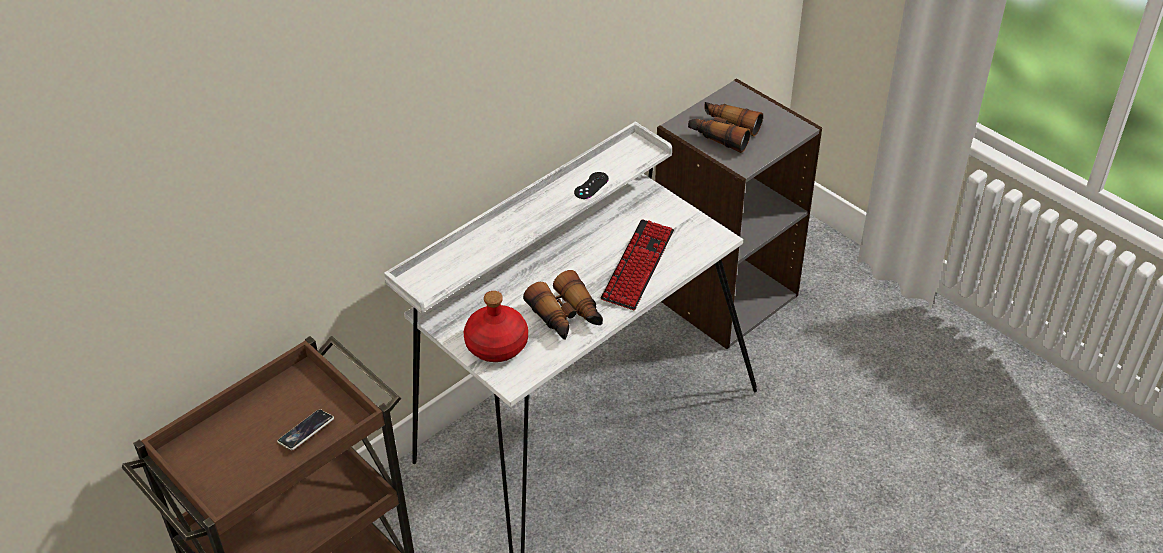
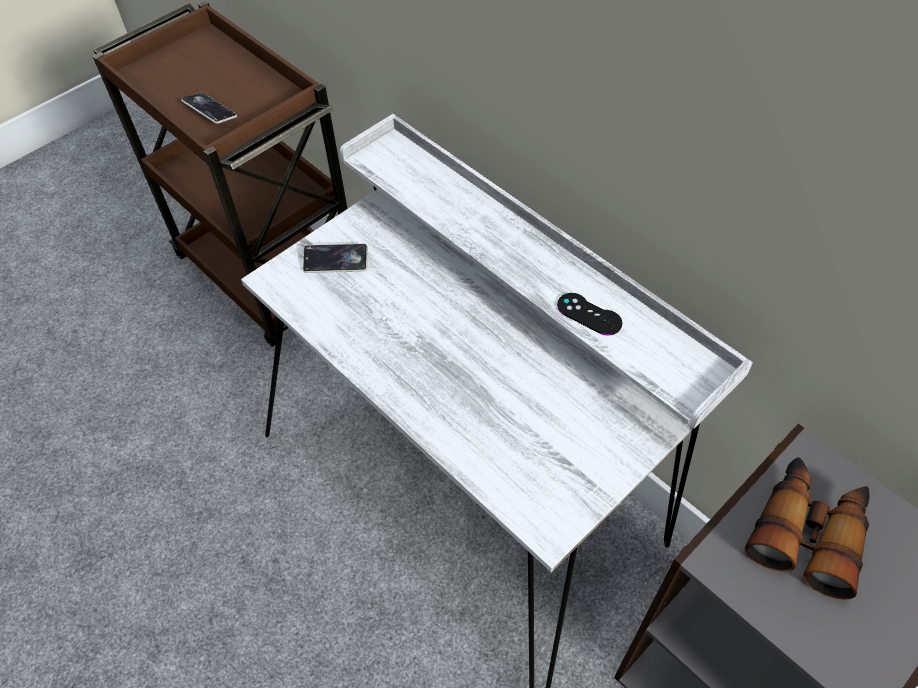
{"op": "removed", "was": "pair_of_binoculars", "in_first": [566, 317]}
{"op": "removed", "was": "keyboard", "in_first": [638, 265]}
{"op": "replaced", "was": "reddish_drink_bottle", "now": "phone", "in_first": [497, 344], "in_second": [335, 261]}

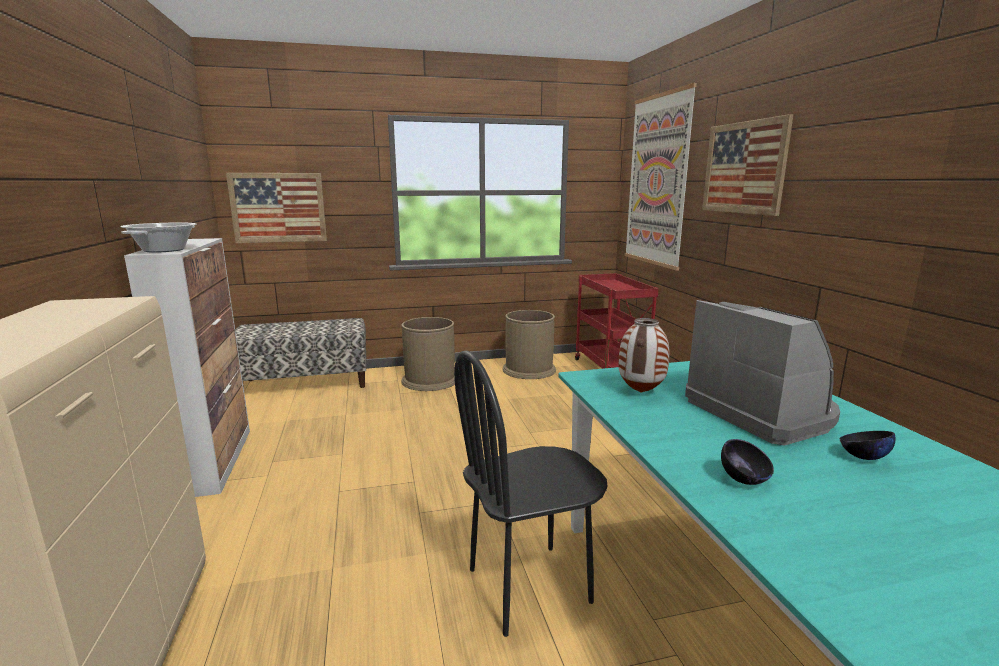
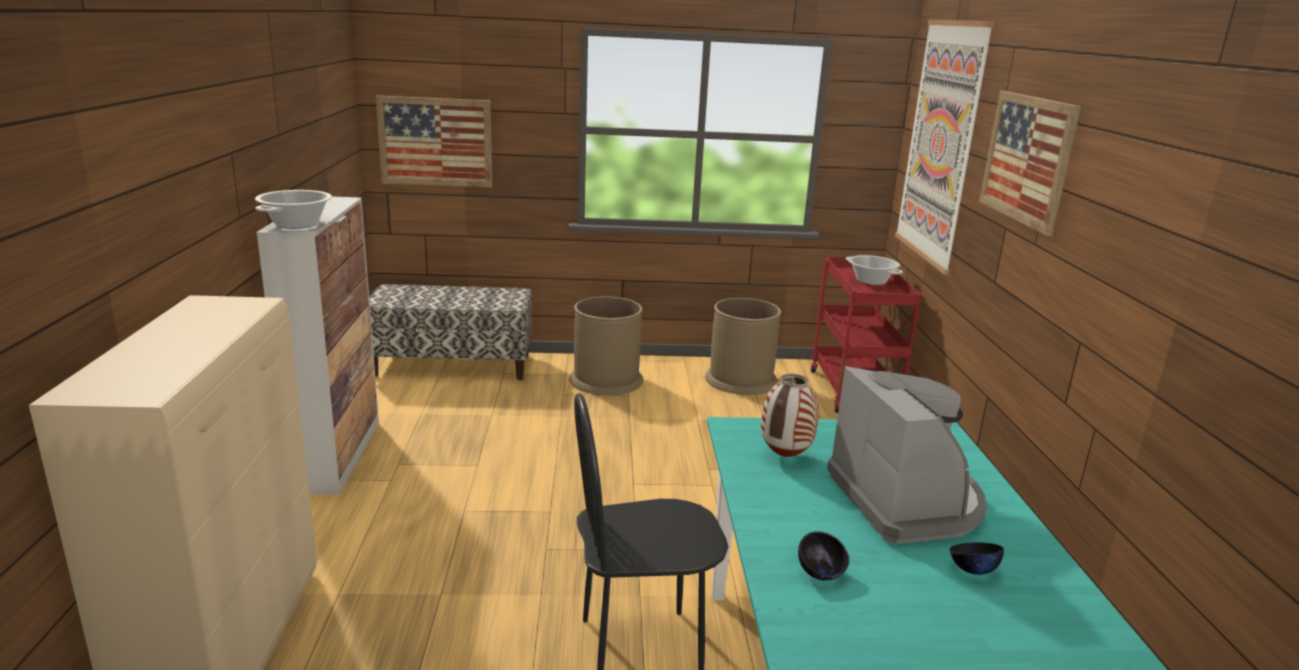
{"op": "added", "now": "cooking_pot", "in_second": [871, 281]}

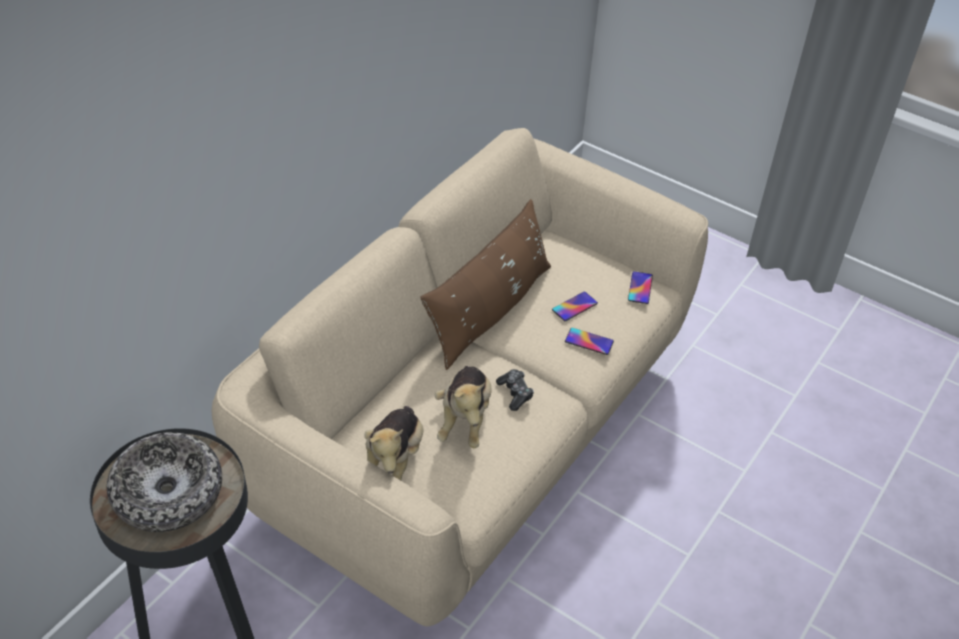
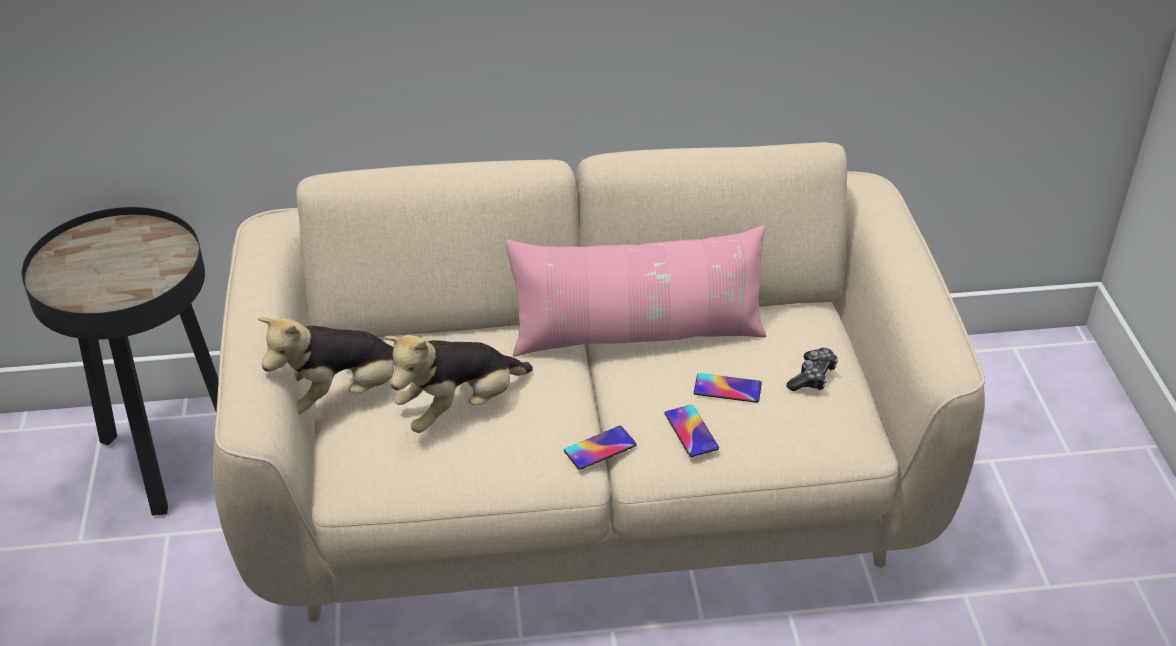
{"op": "removed", "was": "bowl", "in_first": [168, 492]}
{"op": "moved", "was": "game_controller", "in_first": [515, 393], "in_second": [812, 377]}
{"op": "moved", "was": "phone", "in_first": [640, 288], "in_second": [600, 448]}
{"op": "recoloured", "was": "brown_pillow", "now": "pink-coloured_pillow", "in_first": [490, 311], "in_second": [637, 335]}

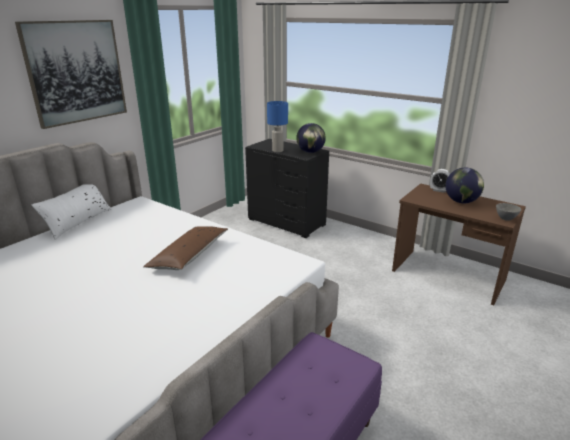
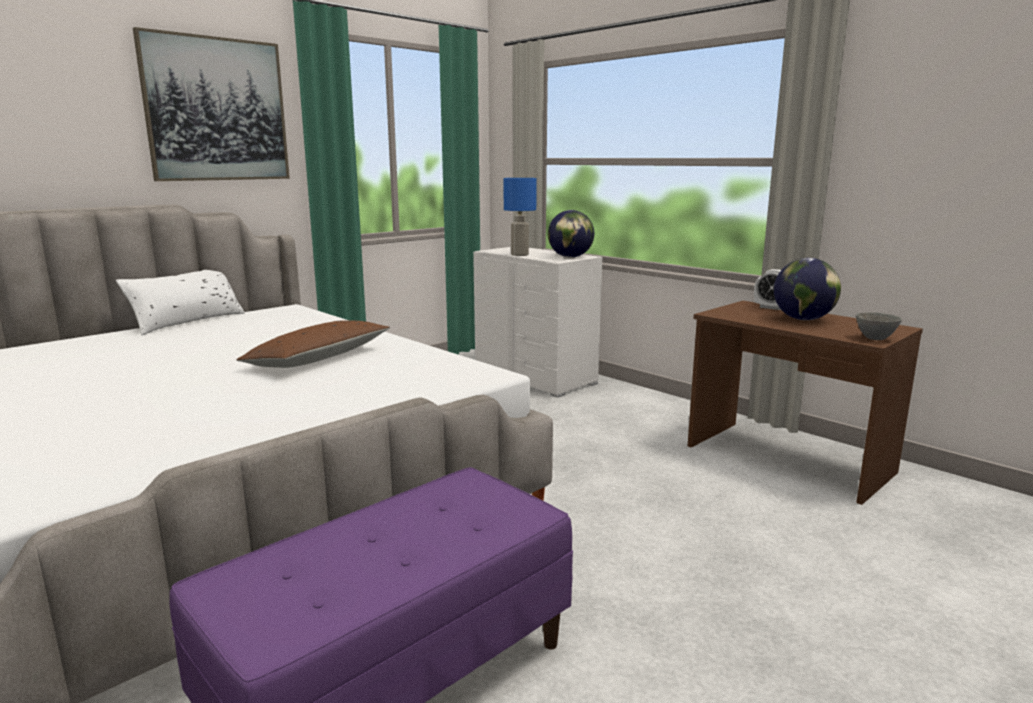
{"op": "recoloured", "was": "black_drawer_chest", "now": "white-coloured_drawer_chest", "in_first": [287, 222], "in_second": [536, 377]}

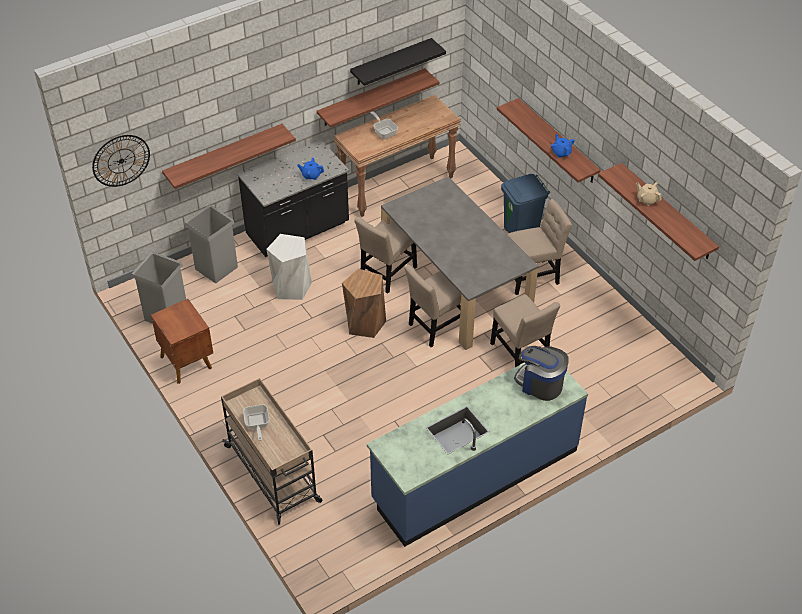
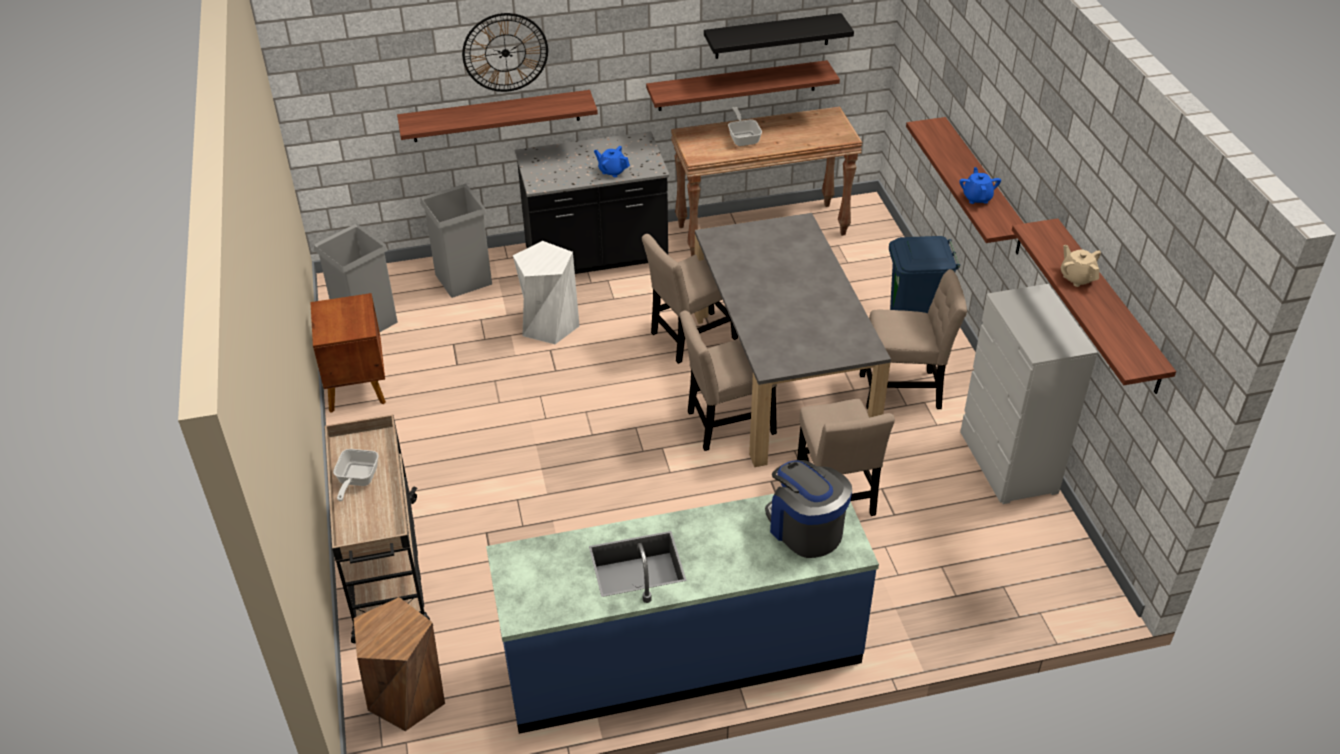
{"op": "added", "now": "white-coloured_drawer_chest", "in_second": [1008, 464]}
{"op": "moved", "was": "clock_on_the_wall", "in_first": [121, 160], "in_second": [505, 52]}
{"op": "moved", "was": "brown_stool_seat", "in_first": [365, 323], "in_second": [407, 696]}

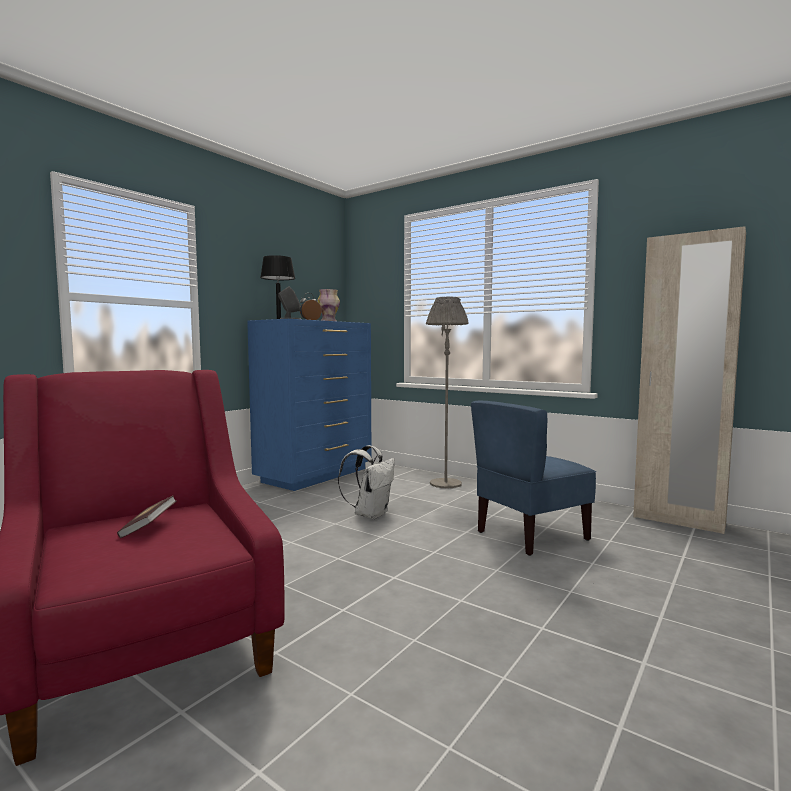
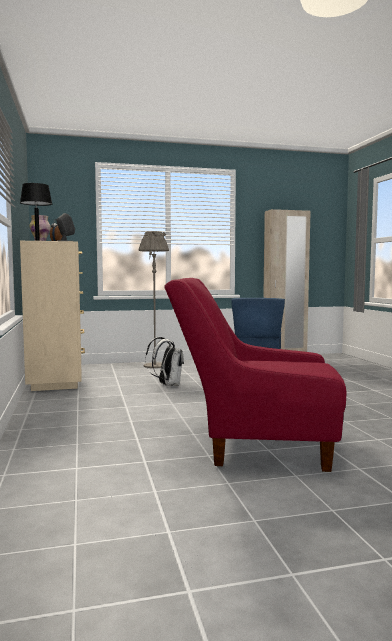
{"op": "removed", "was": "volume", "in_first": [148, 528]}
{"op": "recoloured", "was": "blue-coloured_drawer_chest", "now": "beige_drawer_chest", "in_first": [316, 475], "in_second": [57, 379]}

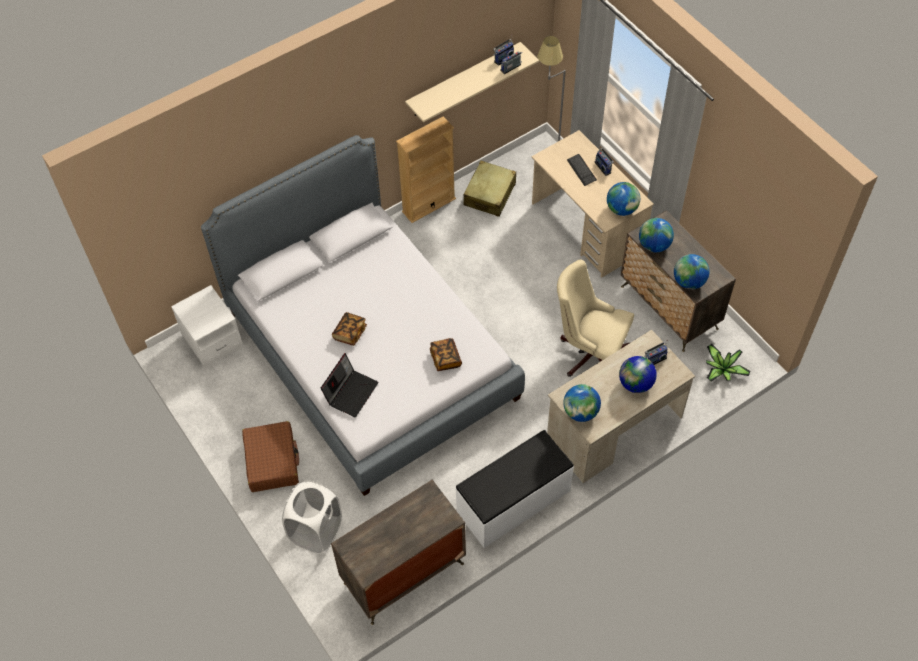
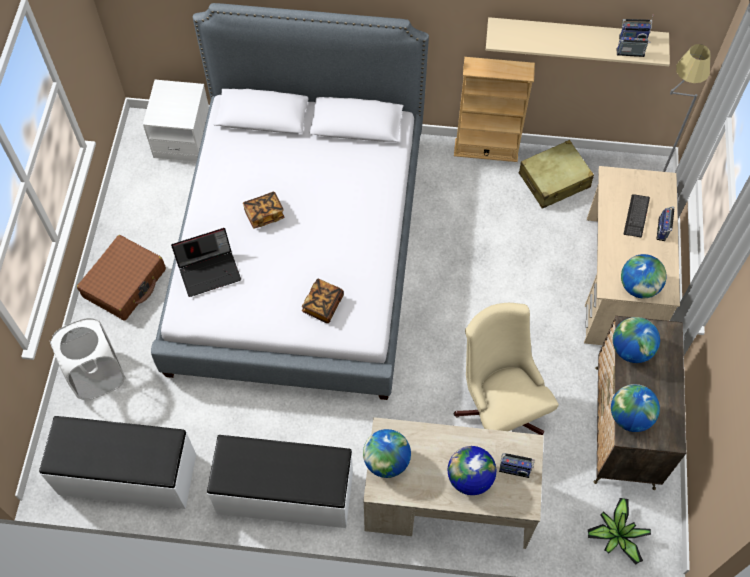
{"op": "replaced", "was": "drawer_chest", "now": "white-coloured_bench", "in_first": [402, 573], "in_second": [127, 475]}

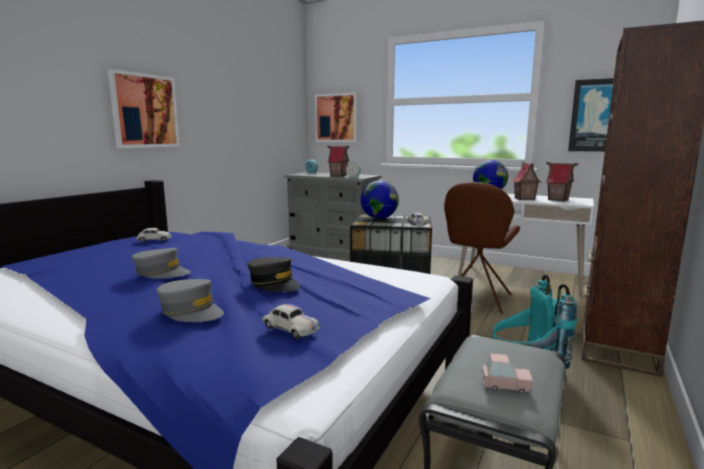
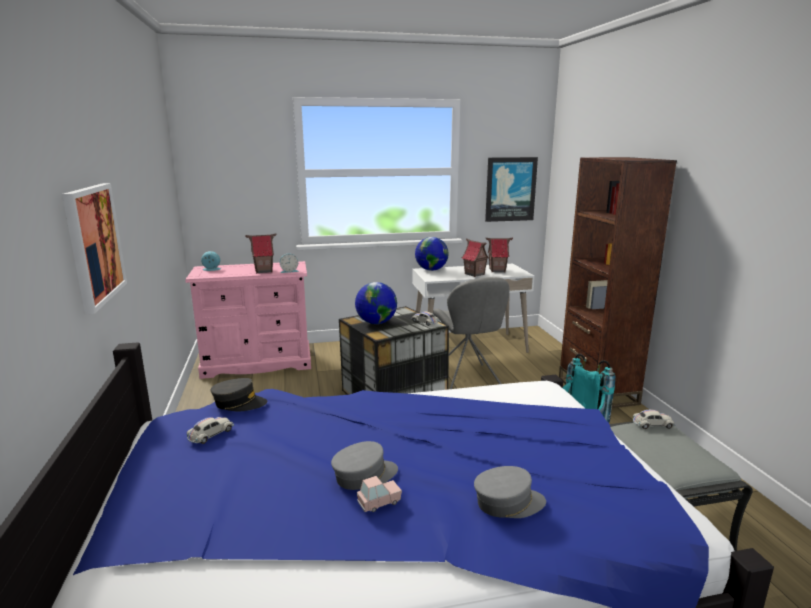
{"op": "removed", "was": "wall_picture", "in_first": [336, 118]}
{"op": "moved", "was": "gray_cap", "in_first": [274, 283], "in_second": [239, 403]}
{"op": "moved", "was": "white-coloured_miniature_car", "in_first": [290, 329], "in_second": [652, 424]}
{"op": "moved", "was": "pink-coloured_miniature_car", "in_first": [506, 386], "in_second": [379, 502]}
{"op": "recoloured", "was": "gray_drawer_chest", "now": "pink-coloured_drawer_chest", "in_first": [333, 253], "in_second": [258, 363]}
{"op": "recoloured", "was": "brown_plain_chair", "now": "gray_plain_chair", "in_first": [475, 300], "in_second": [467, 380]}

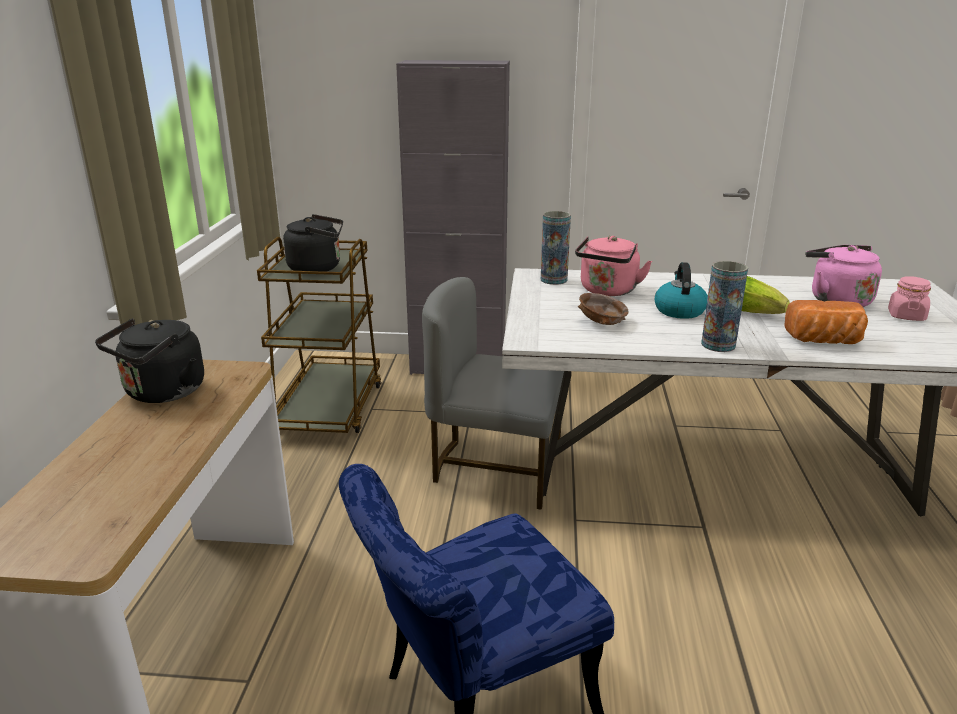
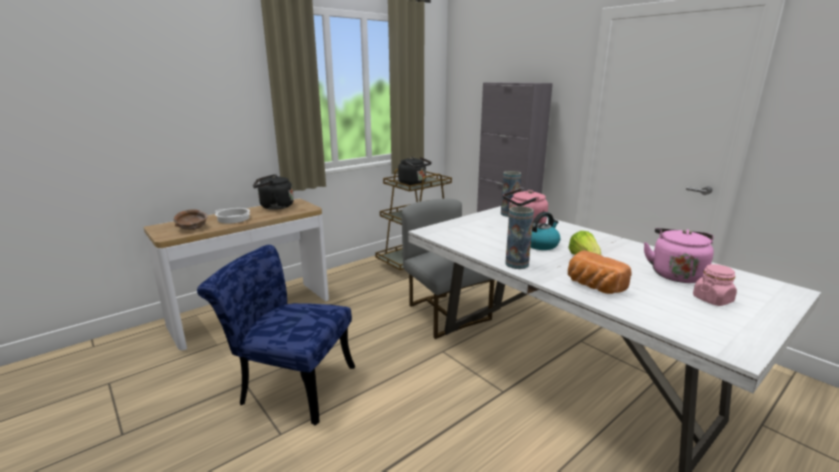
{"op": "added", "now": "cooking_pot", "in_second": [234, 219]}
{"op": "moved", "was": "brown_bowl", "in_first": [602, 322], "in_second": [192, 228]}

